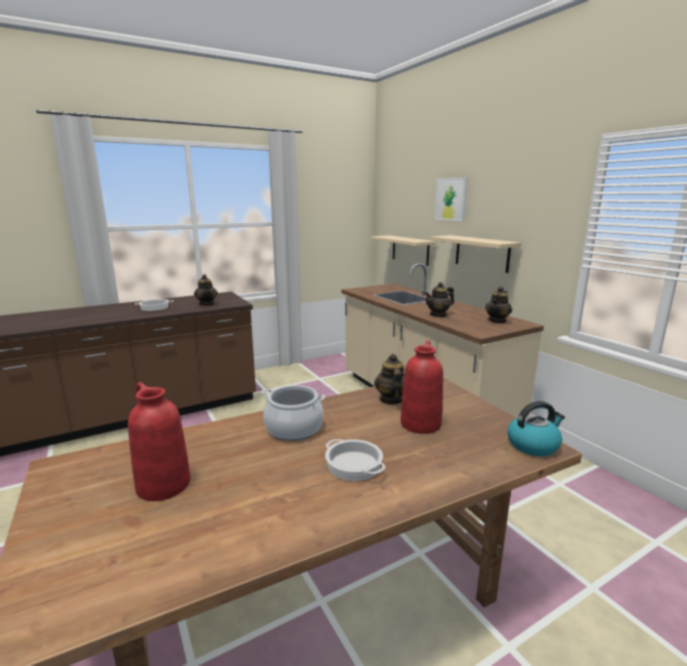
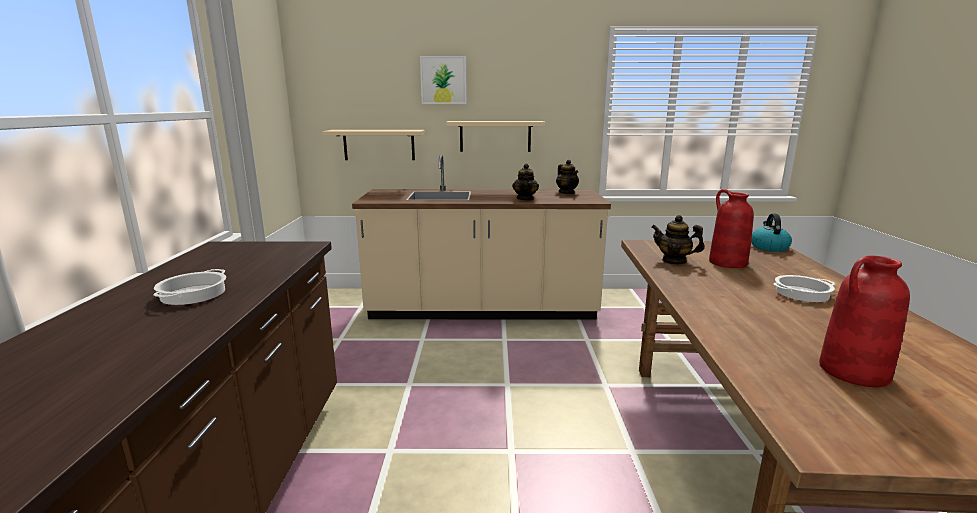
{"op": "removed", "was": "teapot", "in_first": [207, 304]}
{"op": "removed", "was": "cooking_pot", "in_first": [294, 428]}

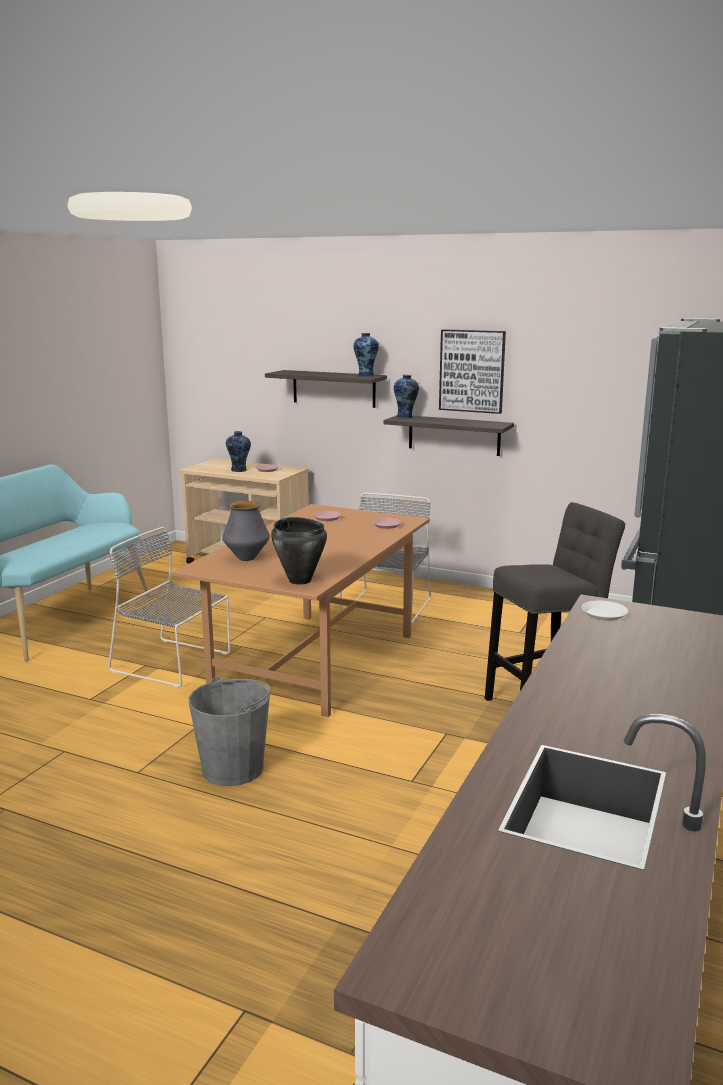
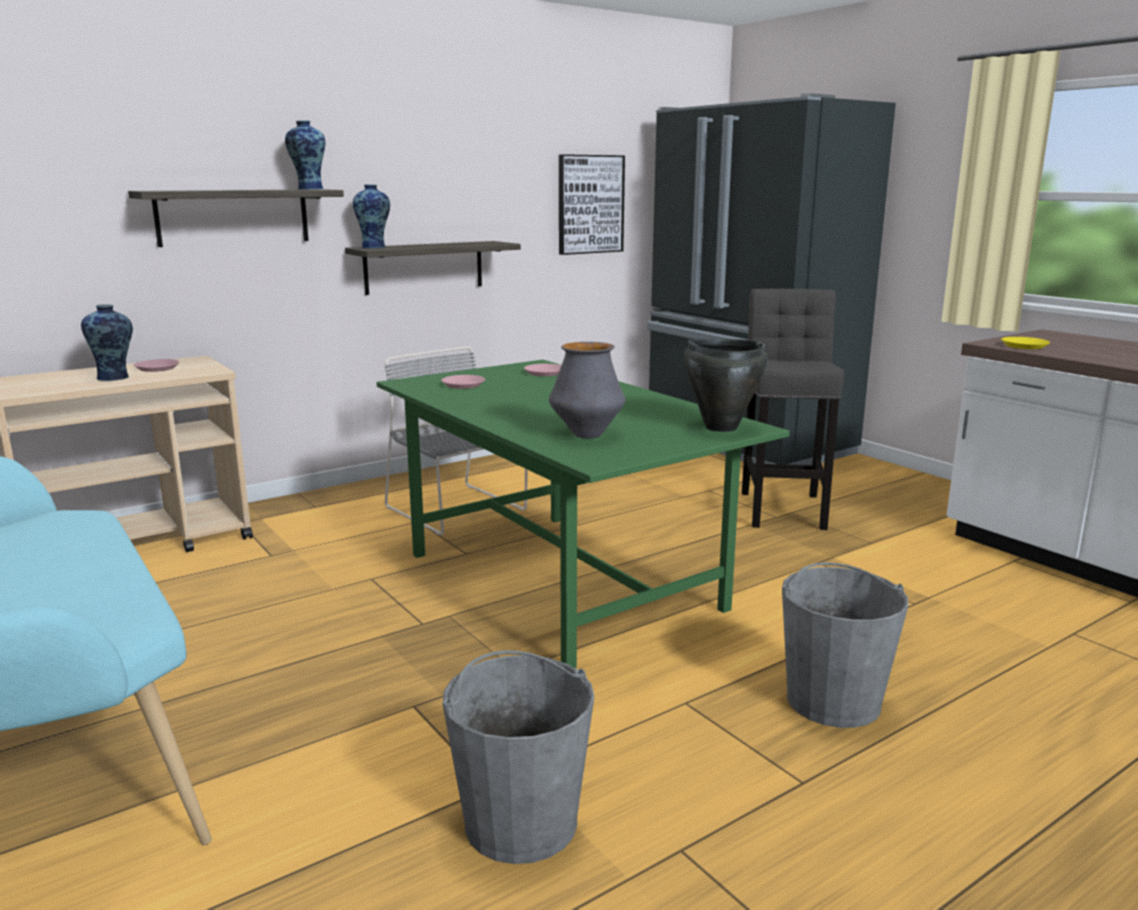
{"op": "removed", "was": "gray_plain_chair", "in_first": [174, 663]}
{"op": "added", "now": "gray_bucket", "in_second": [520, 822]}
{"op": "moved", "was": "wall_picture", "in_first": [472, 371], "in_second": [590, 204]}
{"op": "recoloured", "was": "brown_kitchen_table", "now": "greenish_kitchen_table", "in_first": [316, 661], "in_second": [564, 581]}
{"op": "recoloured", "was": "white-coloured_dinner_plate", "now": "yellow-coloured_dinner_plate", "in_first": [604, 614], "in_second": [1024, 346]}

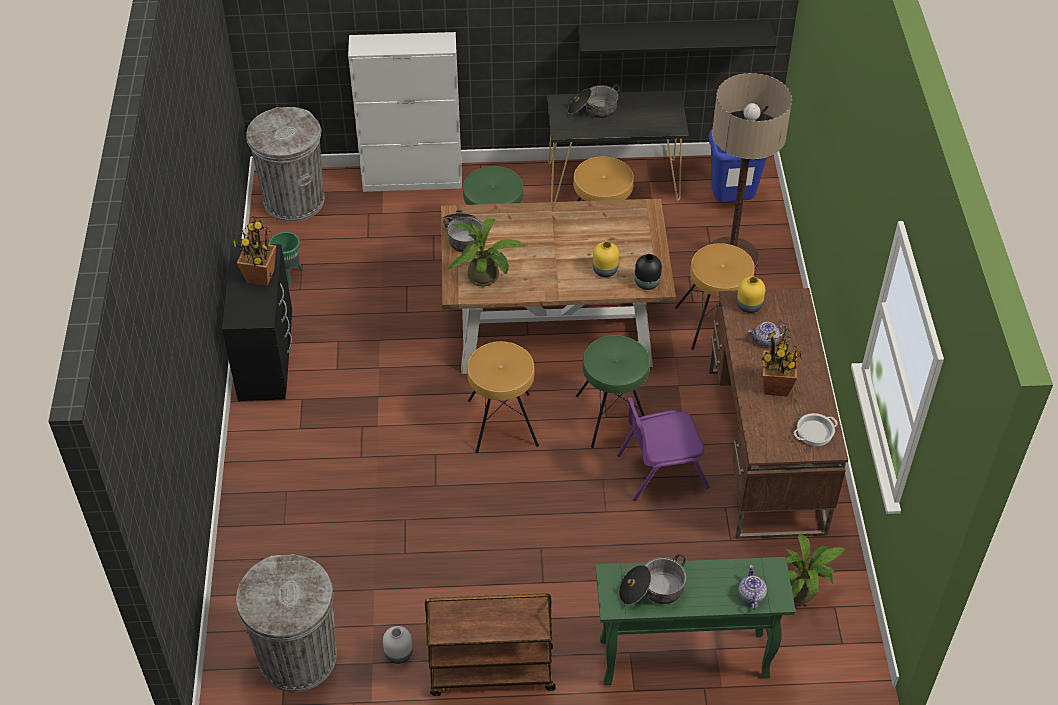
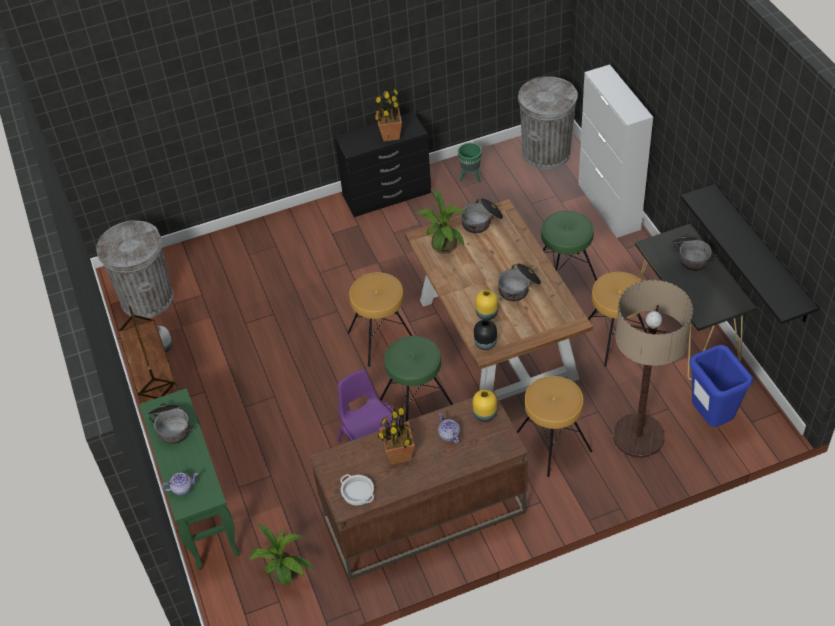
{"op": "added", "now": "cooking_pot", "in_second": [519, 288]}

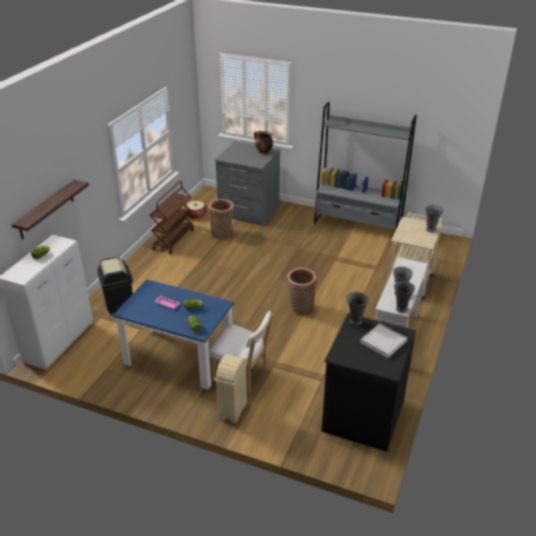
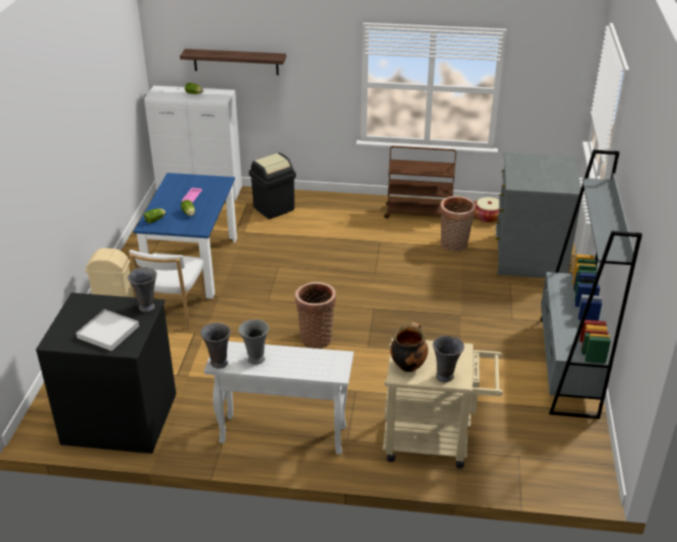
{"op": "moved", "was": "cooking_pot", "in_first": [263, 152], "in_second": [408, 365]}

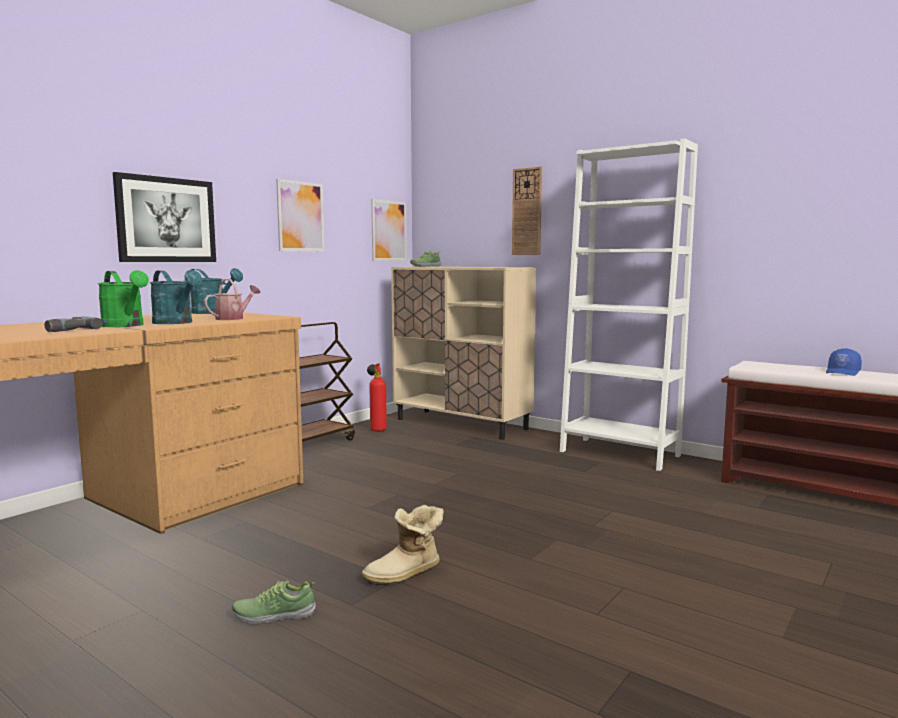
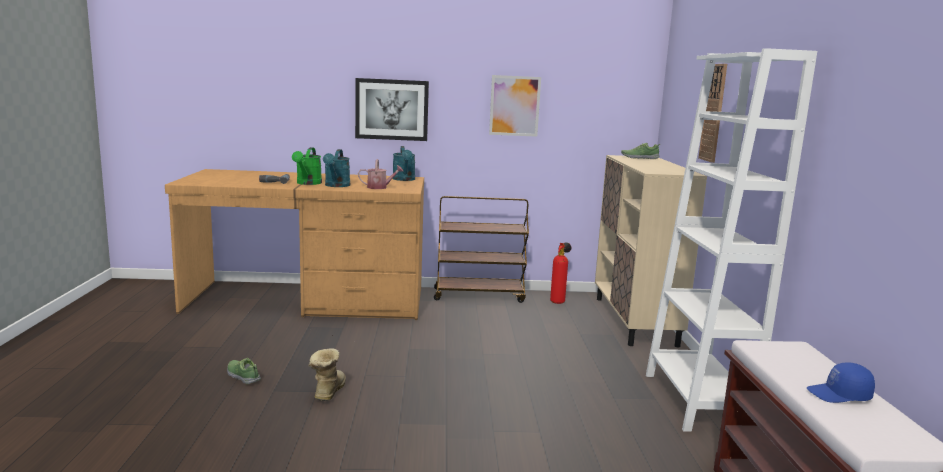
{"op": "removed", "was": "wall_picture", "in_first": [388, 231]}
{"op": "turned", "was": "high-top_boot", "in_first": [406, 574], "in_second": [327, 392], "clockwise": 75}

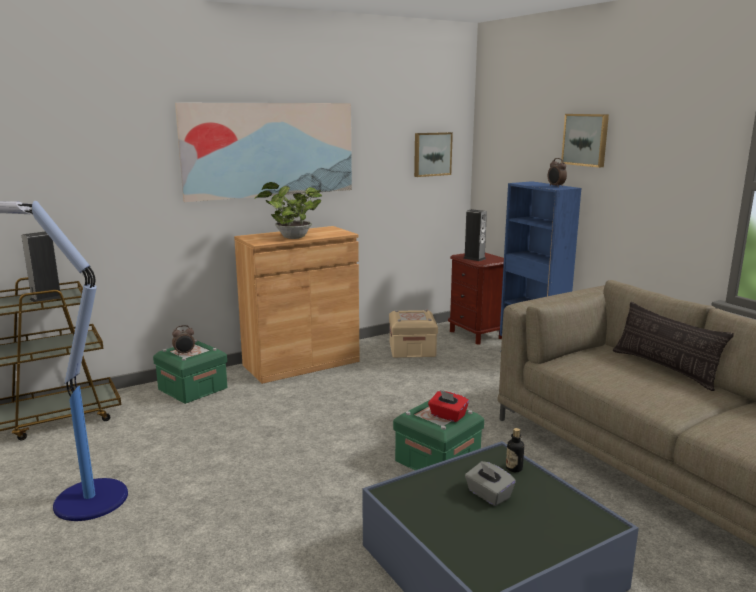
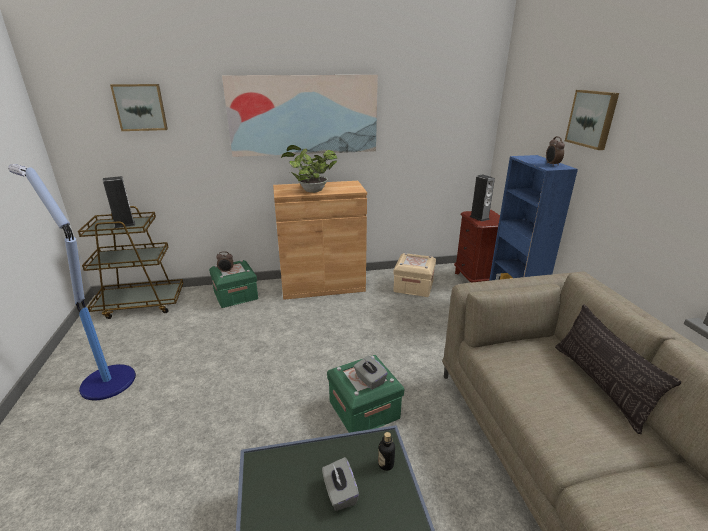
{"op": "moved", "was": "wall_picture", "in_first": [432, 154], "in_second": [140, 107]}
{"op": "recoloured", "was": "reddish_tissue_box", "now": "gray_tissue_box", "in_first": [447, 416], "in_second": [369, 380]}

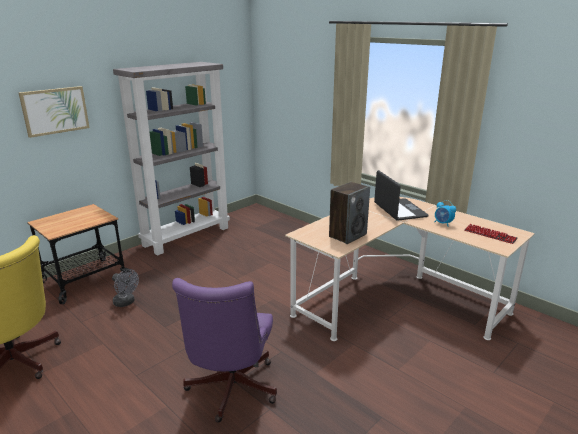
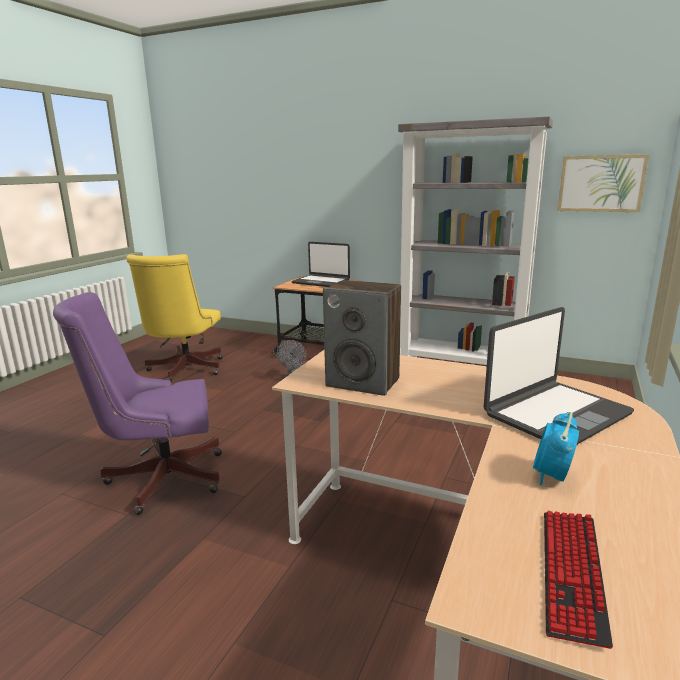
{"op": "added", "now": "portable_computer", "in_second": [321, 282]}
{"op": "moved", "was": "wall_picture", "in_first": [55, 111], "in_second": [601, 183]}

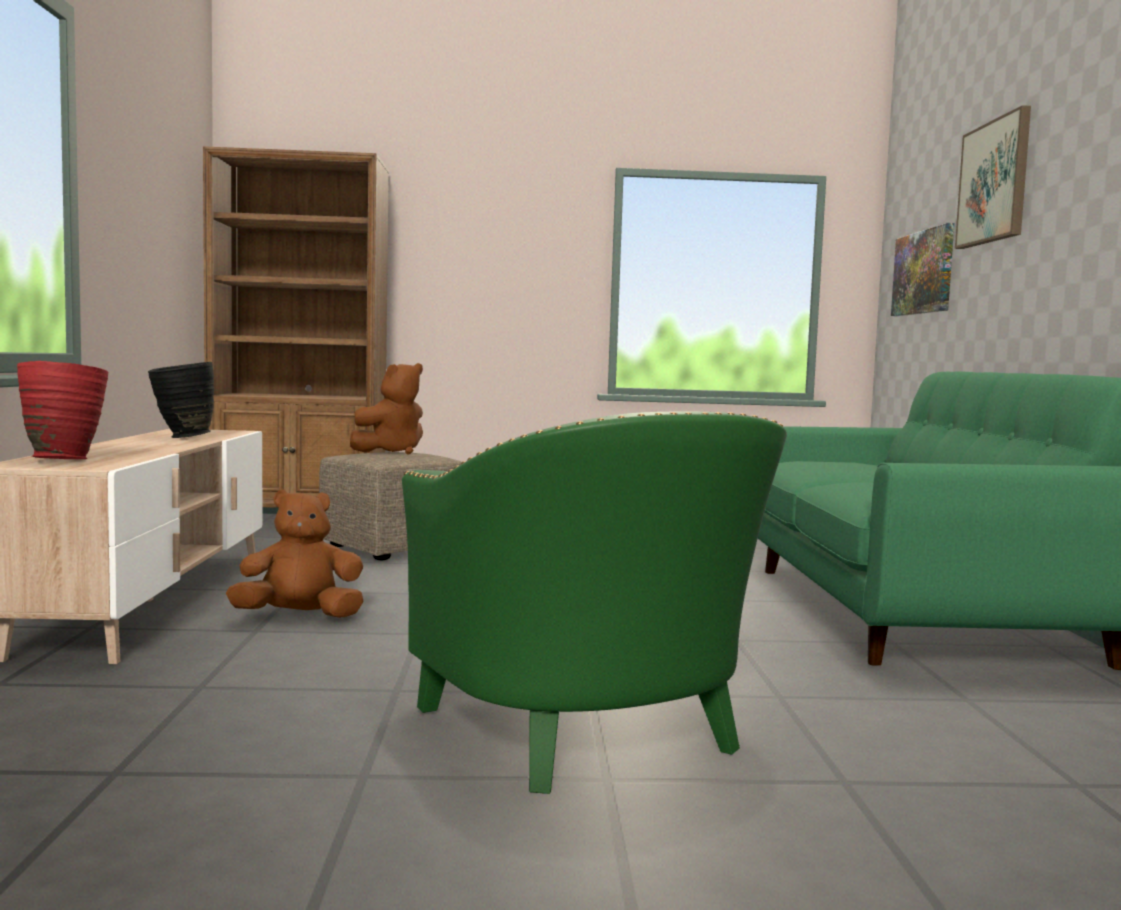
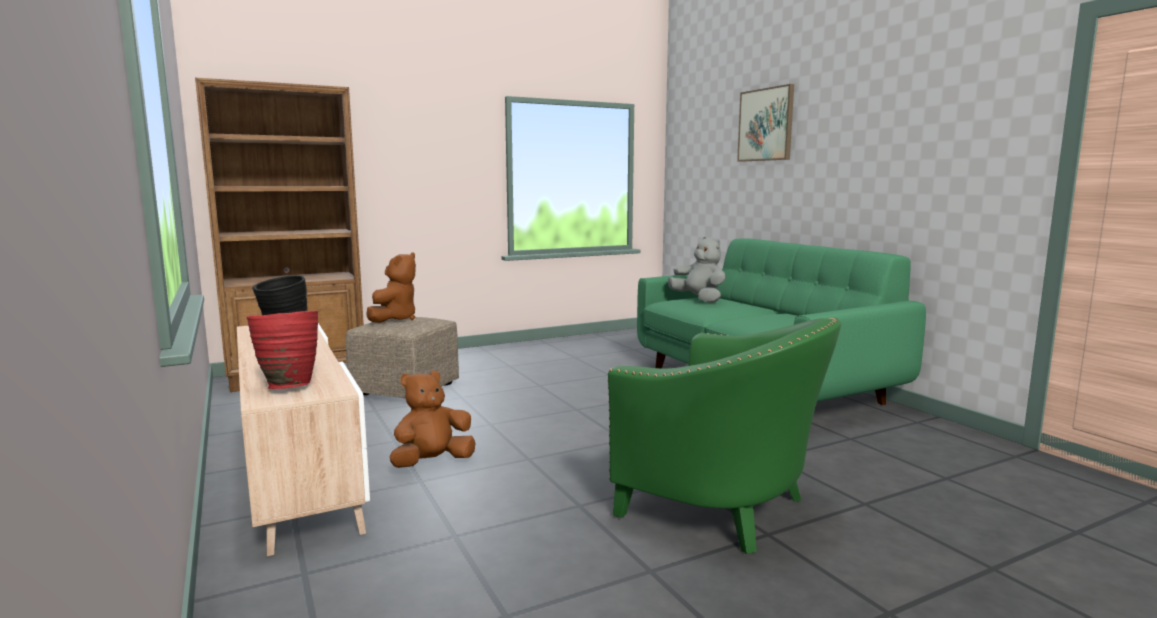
{"op": "removed", "was": "wall_picture", "in_first": [923, 272]}
{"op": "added", "now": "gray_plush_toy", "in_second": [699, 300]}

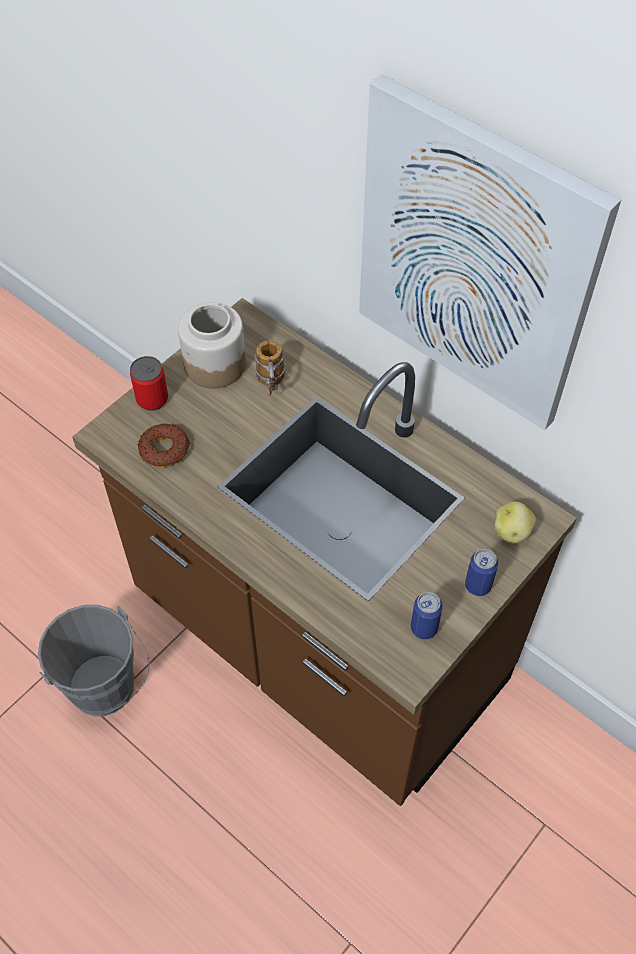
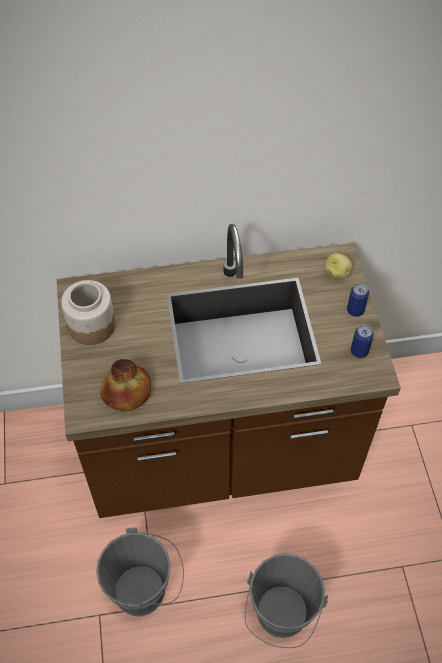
{"op": "removed", "was": "sealed_can", "in_first": [152, 399]}
{"op": "removed", "was": "tea_mug", "in_first": [271, 386]}
{"op": "removed", "was": "wall_picture", "in_first": [474, 260]}
{"op": "added", "now": "gray_bucket", "in_second": [280, 618]}
{"op": "replaced", "was": "ring_doughnut", "now": "baked_bread", "in_first": [164, 449], "in_second": [126, 391]}

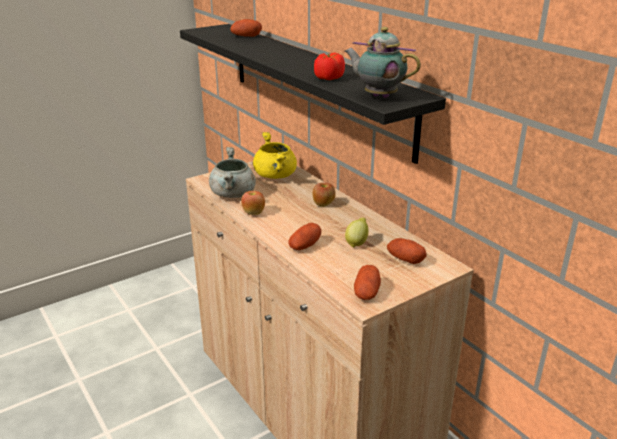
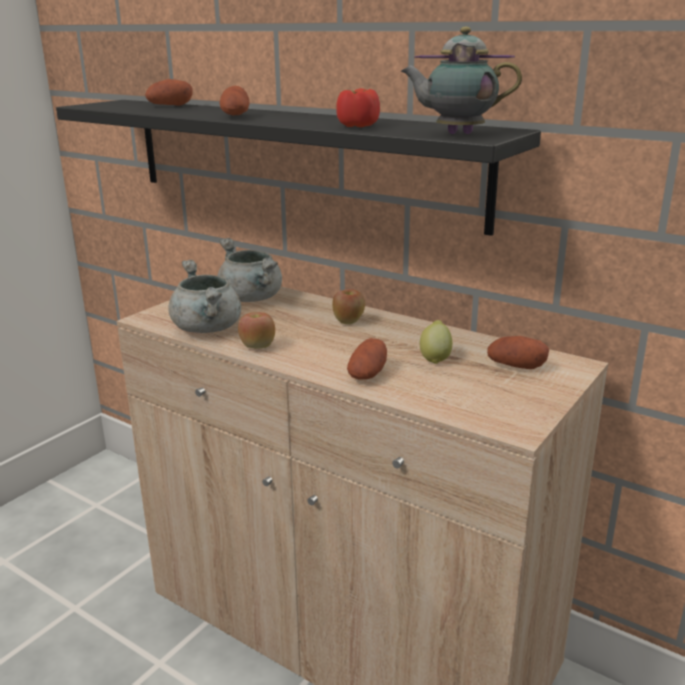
{"op": "moved", "was": "spud", "in_first": [367, 292], "in_second": [235, 116]}
{"op": "recoloured", "was": "yellow-coloured_cooking_pot", "now": "gray_cooking_pot", "in_first": [276, 176], "in_second": [252, 299]}

